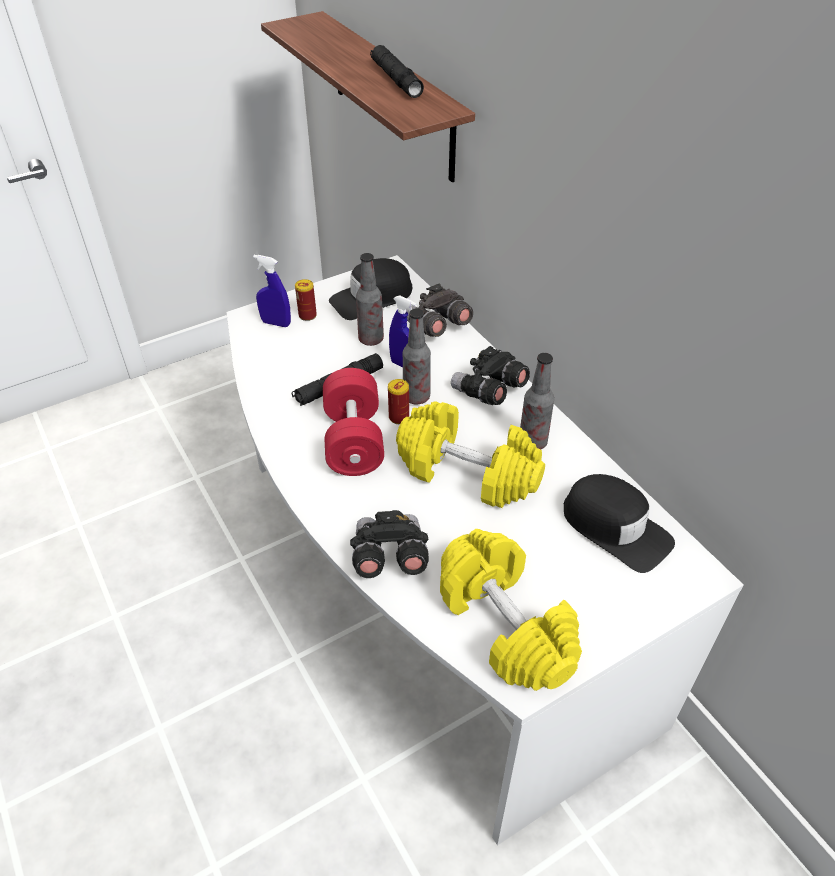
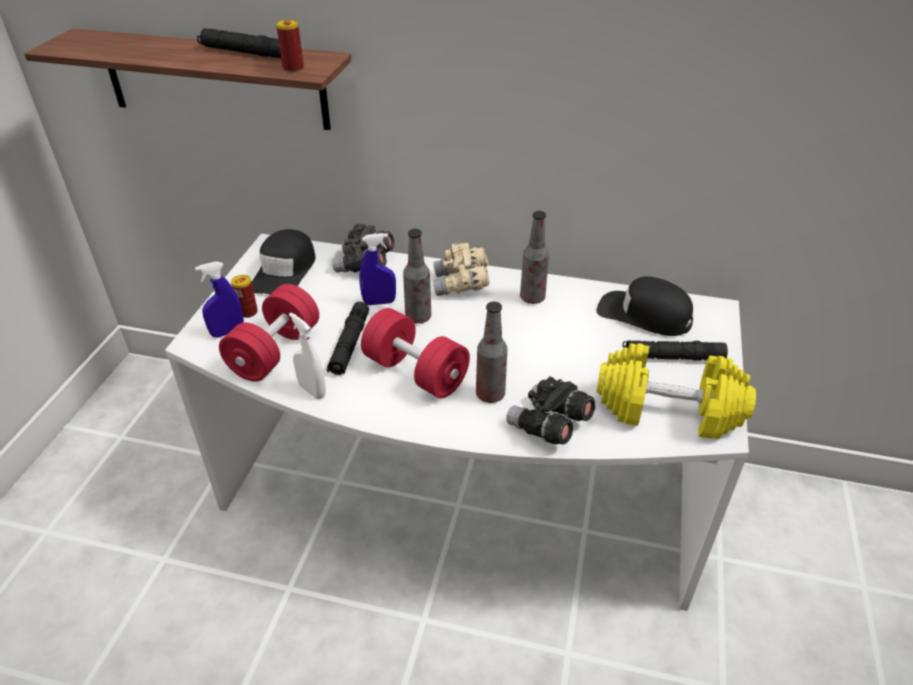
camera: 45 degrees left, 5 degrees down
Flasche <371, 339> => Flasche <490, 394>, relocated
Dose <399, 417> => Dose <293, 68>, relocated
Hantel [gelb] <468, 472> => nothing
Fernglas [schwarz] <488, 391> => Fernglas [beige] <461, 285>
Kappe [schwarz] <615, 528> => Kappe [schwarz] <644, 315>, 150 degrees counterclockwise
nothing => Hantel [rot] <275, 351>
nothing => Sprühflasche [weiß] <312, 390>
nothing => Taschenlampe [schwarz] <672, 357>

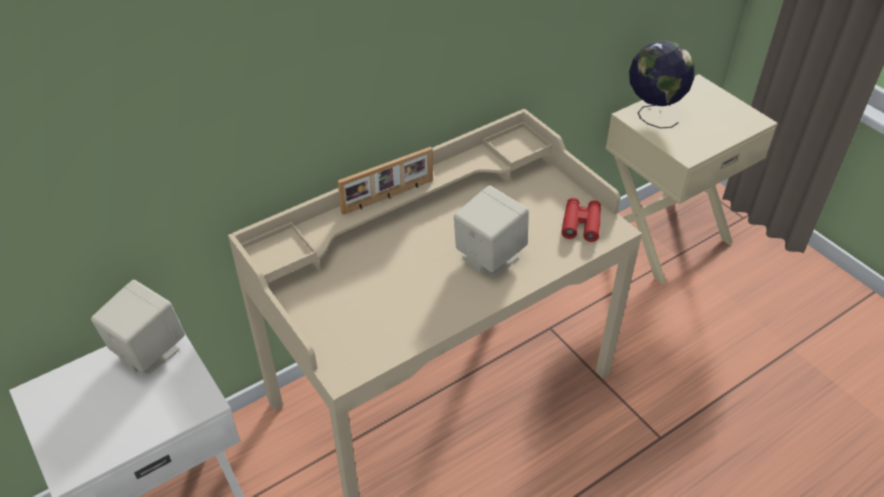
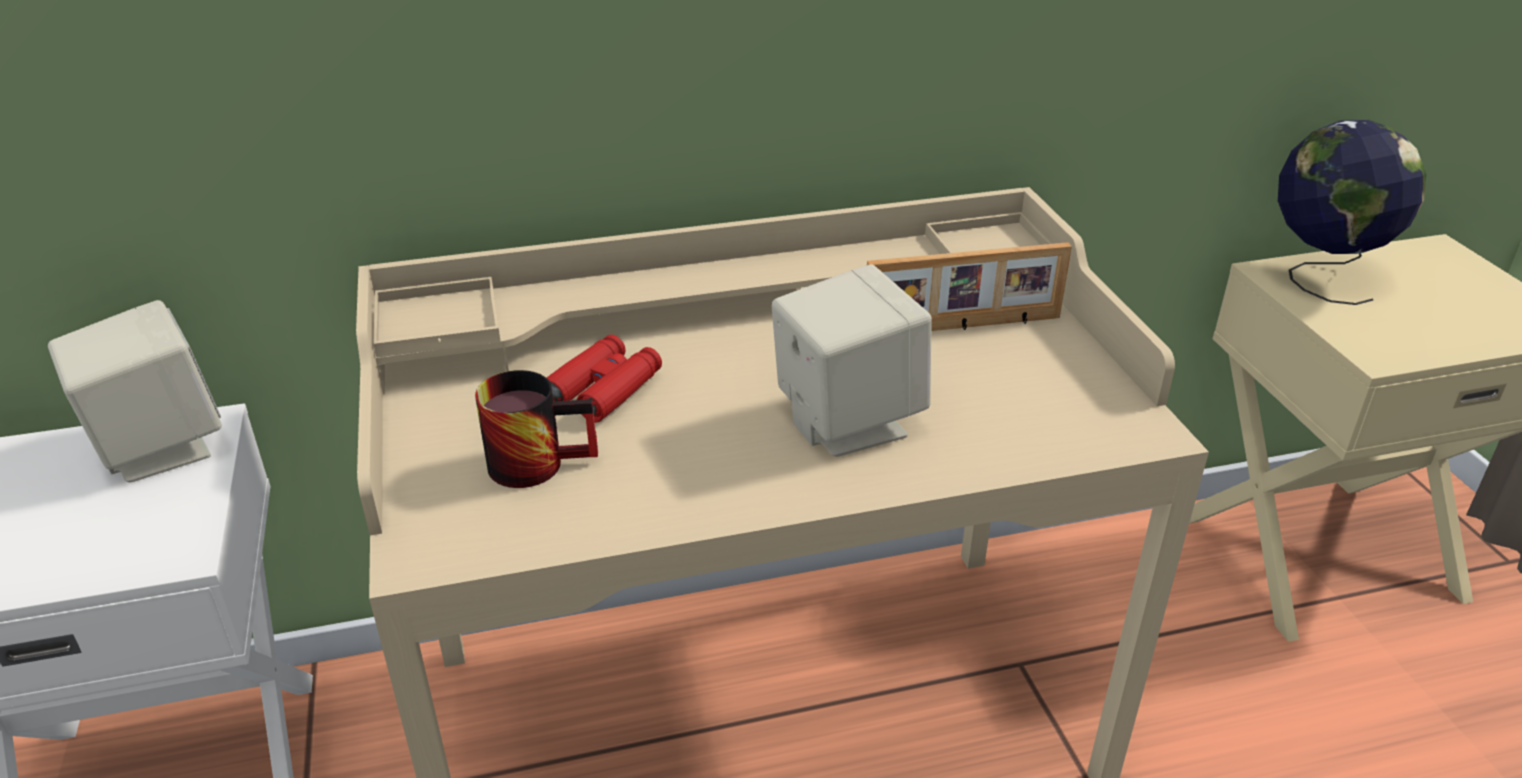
camera: 20 degrees right, 10 degrees down
Bilderrahmen <388, 197> => Bilderrahmen <963, 327>, relocated
Fernglas [rot] <581, 224> => Fernglas [rot] <604, 389>, relocated
nothing => Henkelbecher <539, 460>

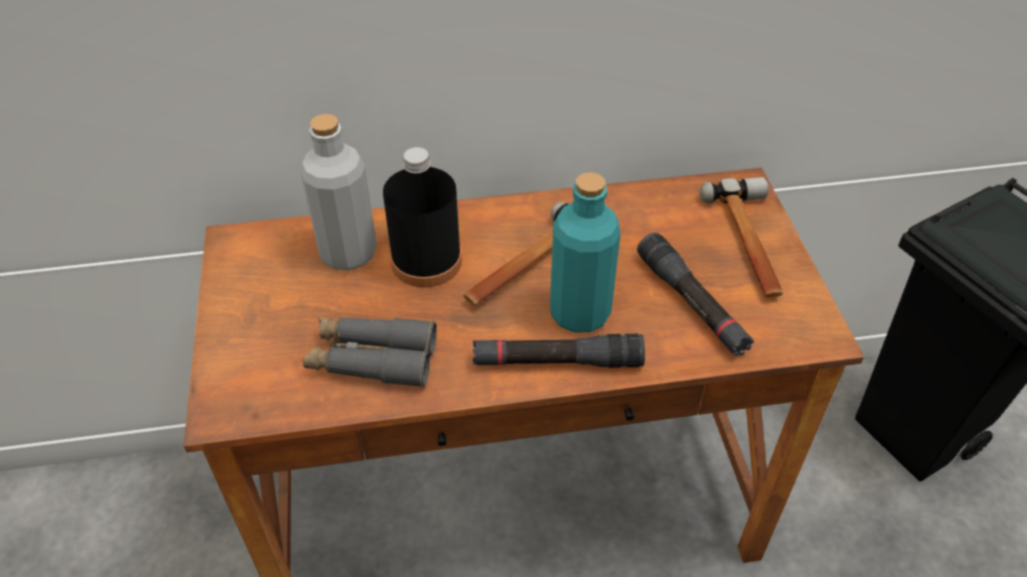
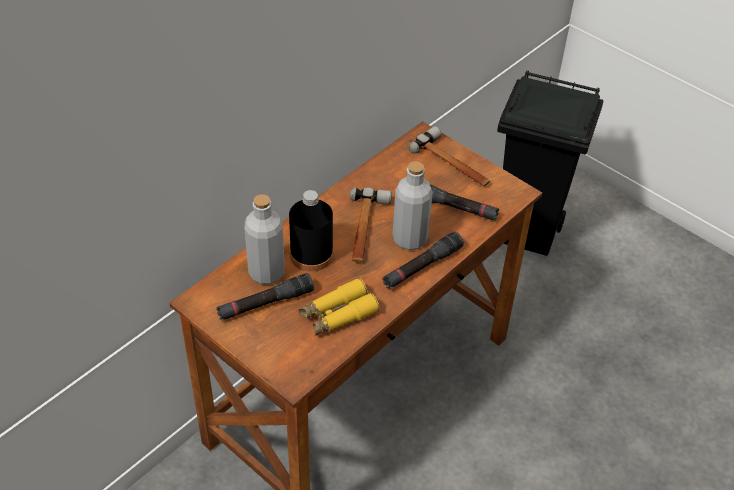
camera: 40 degrees left, 0 degrees up
Fernglas [grau] <372, 359> => Fernglas [gelb] <338, 314>
Flasche [türkis] <579, 313> => Flasche [grau] <409, 239>
nothing => Taschenlampe [schwarz] <265, 303>

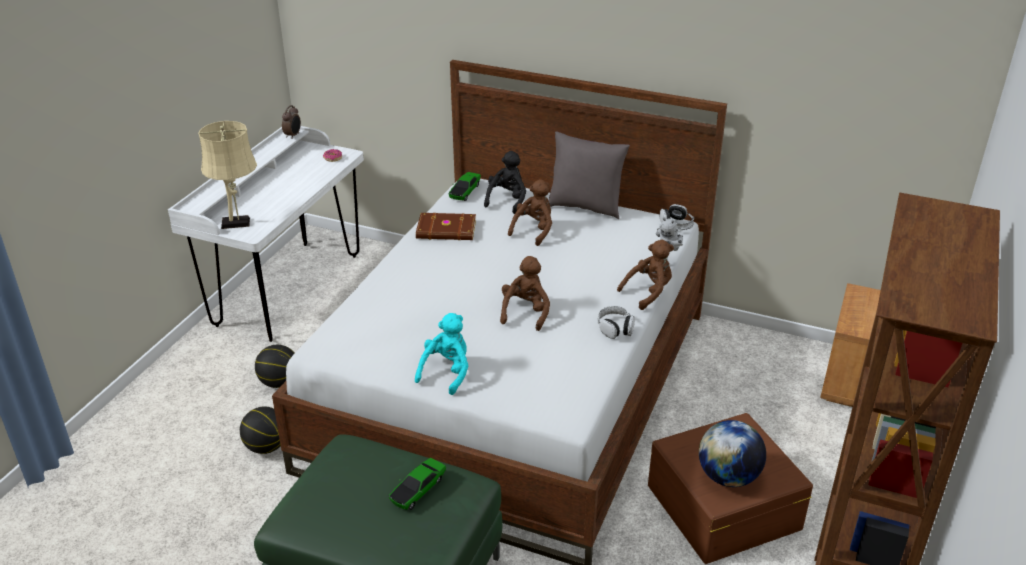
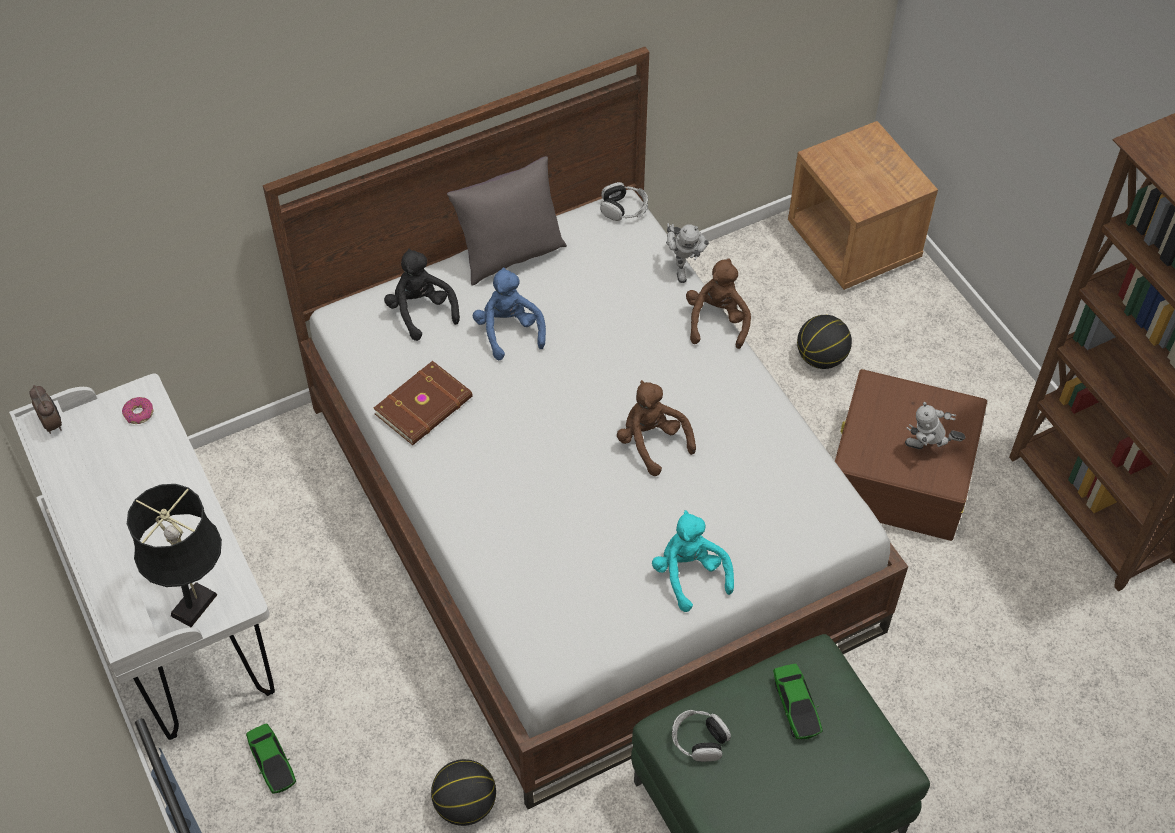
camera: 50 degrees left, 20 degrees up
Tischlampe [beige] <238, 223> => Tischlampe [schwarz] <197, 601>
Basketball <279, 382> => Basketball <820, 358>, relocated
Spielzeugauto <465, 191> => Spielzeugauto <272, 763>, relocated
Plüschtier [braun] <534, 230> => Plüschtier [blau] <509, 331>
Kopfhörer <615, 328> => Kopfhörer <699, 740>, relocated
Globus <728, 477> => Spielzeugroboter <928, 450>

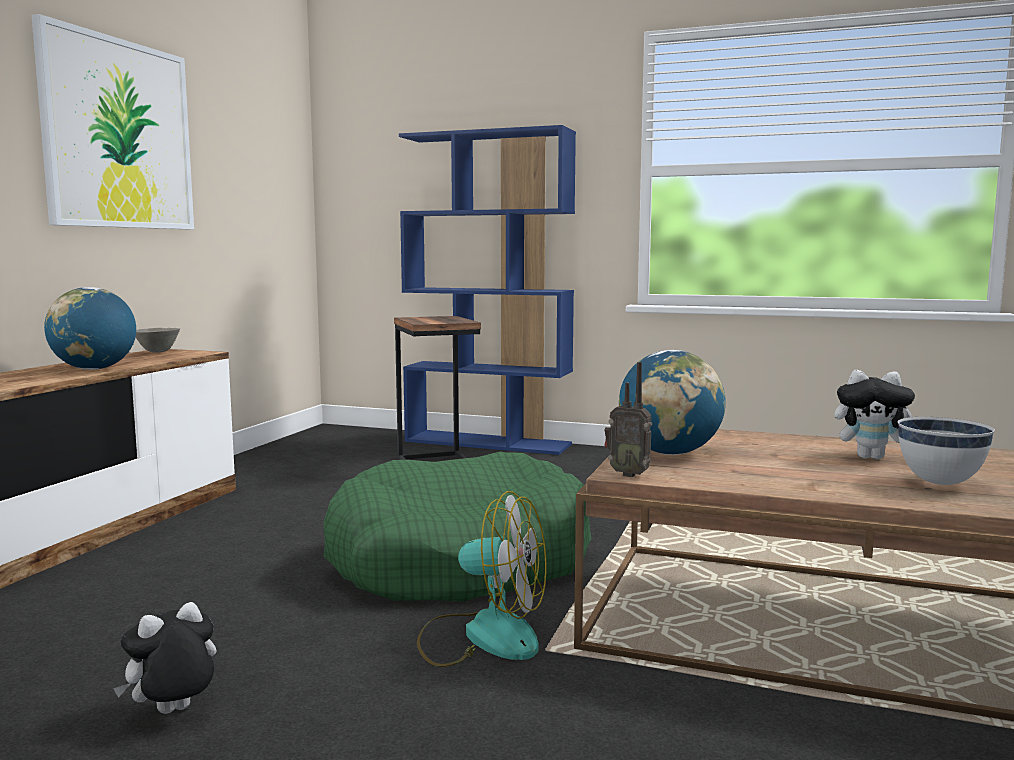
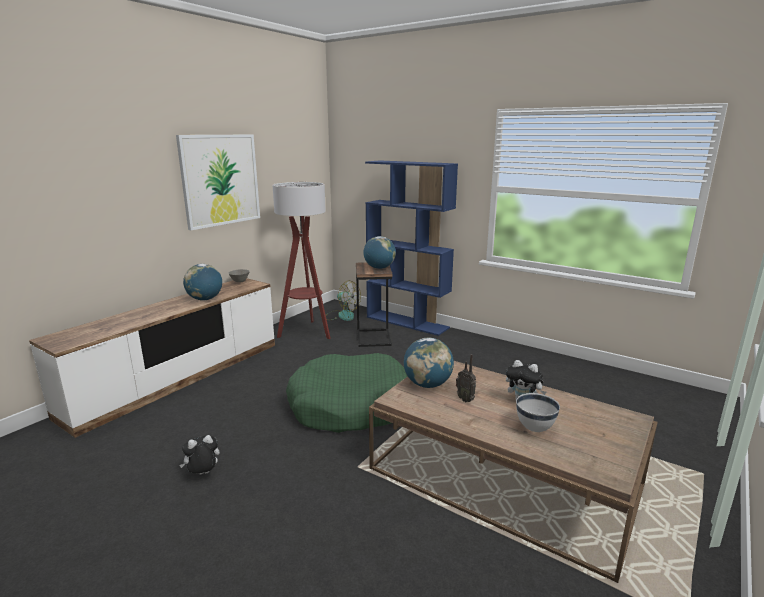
camera: 15 degrees right, 10 degrees up
Ventilator <482, 636> => Ventilator <342, 315>, relocated
Radio <628, 474> => Radio <465, 399>, relocated
nothing => Stehlampe <306, 332>
nothing => Globus <379, 268>

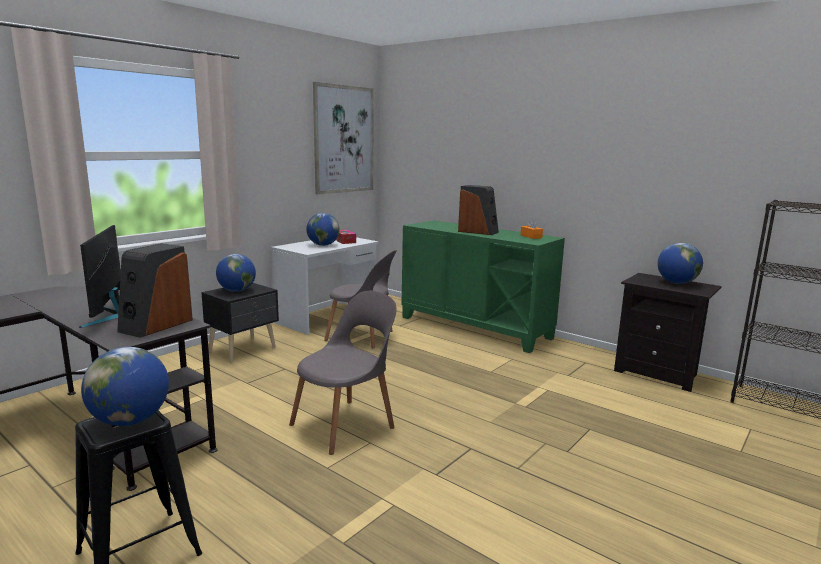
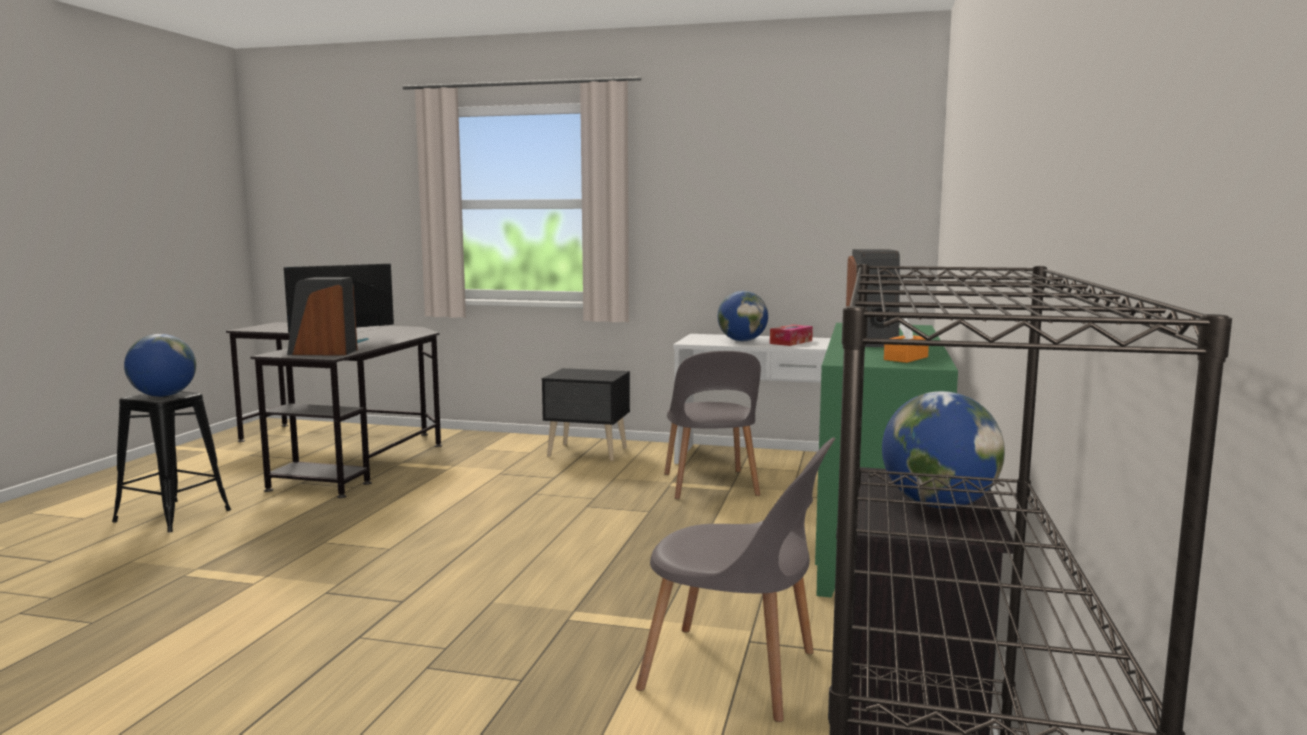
camera: 65 degrees right, 5 degrees down
Globus <237, 291> => nothing
Stuhl [grau] <346, 424> => Stuhl [grau] <737, 673>, relocated
Bild <344, 139> => nothing

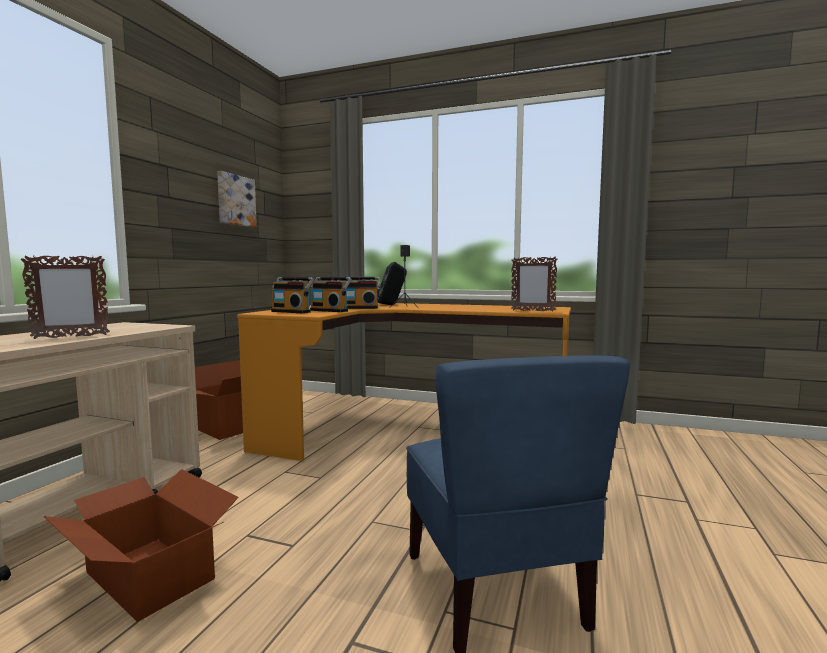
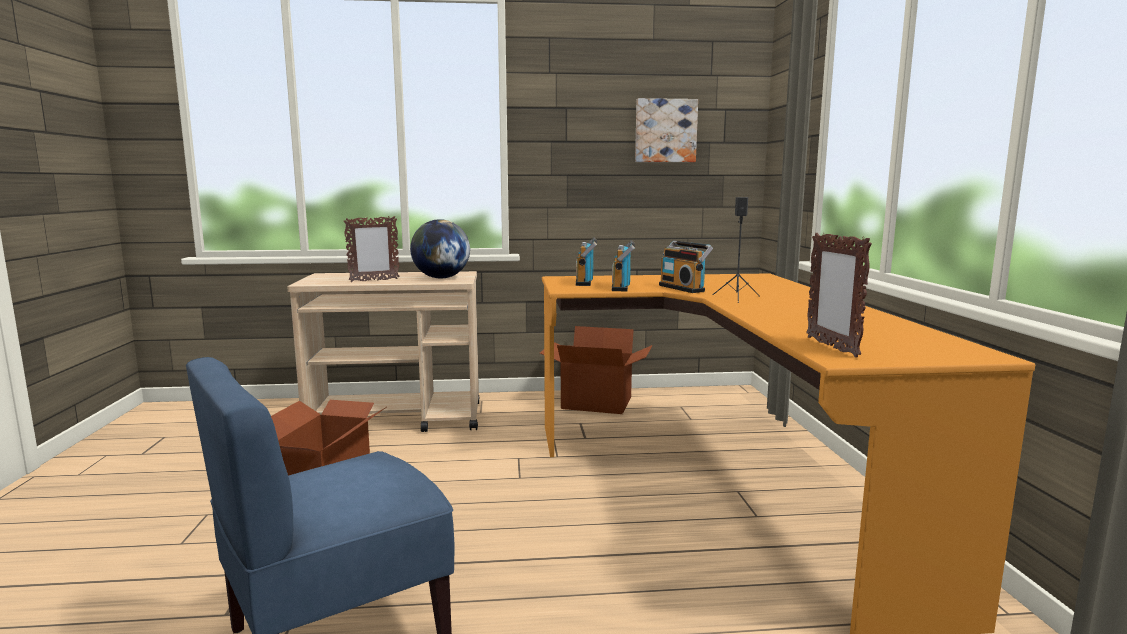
camera: 65 degrees right, 5 degrees up
Bilderrahmen <71, 337> => Bilderrahmen <374, 280>, 60 degrees counterclockwise
Lautsprecher [schwarz] <392, 305> => nothing
nothing => Globus <441, 278>

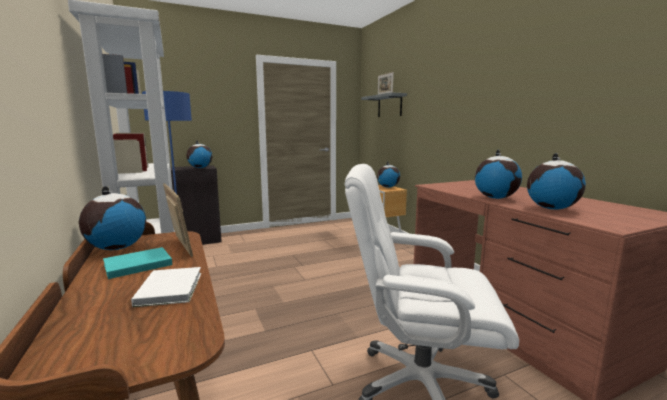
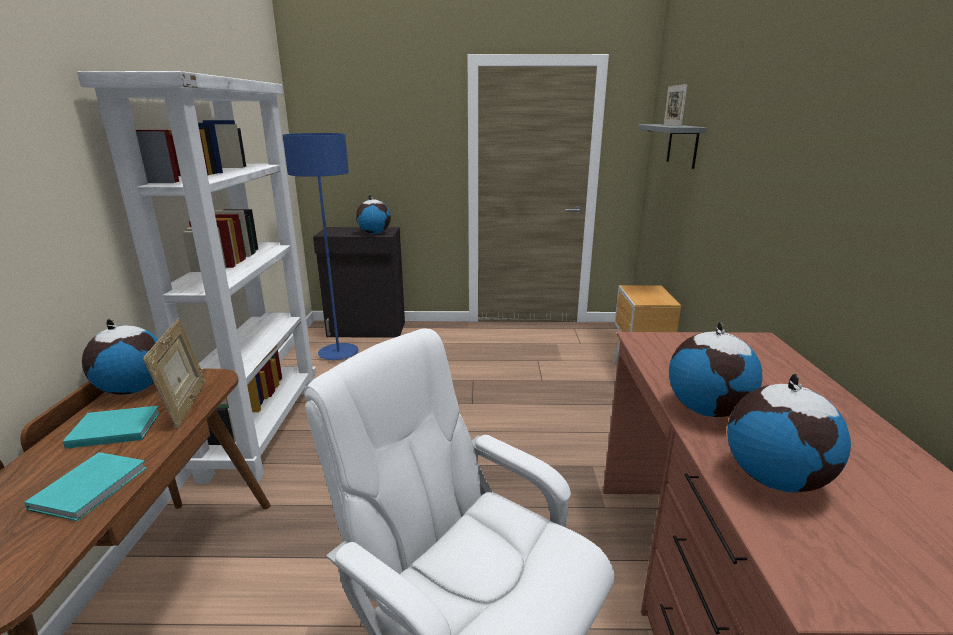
camera: 25 degrees right, 10 degrees up
Buch [weiß] <171, 288> => Buch [türkis] <93, 486>
Globus <388, 187> => nothing

